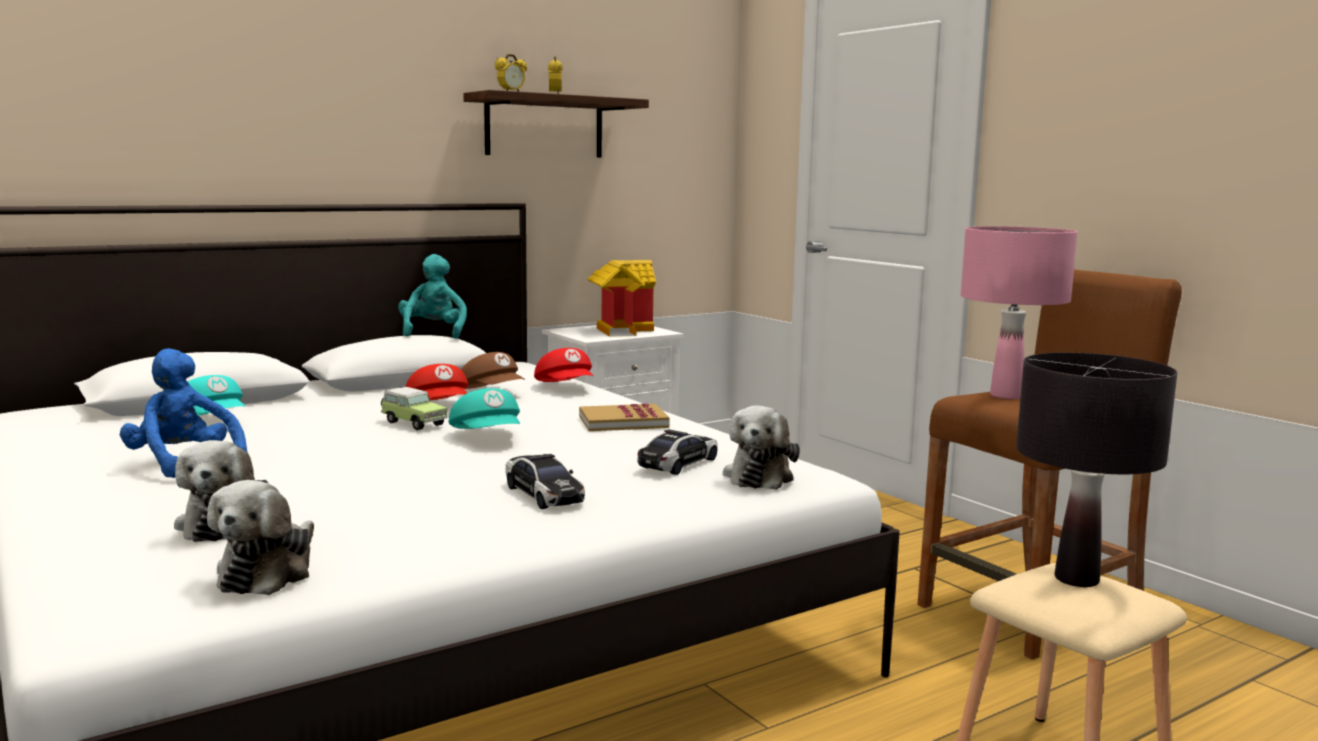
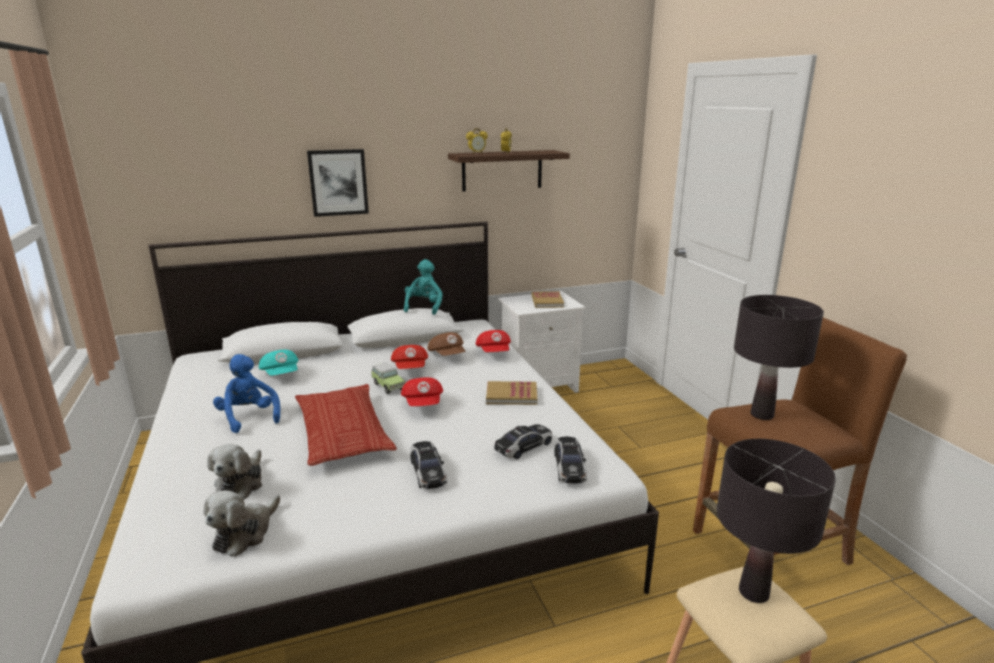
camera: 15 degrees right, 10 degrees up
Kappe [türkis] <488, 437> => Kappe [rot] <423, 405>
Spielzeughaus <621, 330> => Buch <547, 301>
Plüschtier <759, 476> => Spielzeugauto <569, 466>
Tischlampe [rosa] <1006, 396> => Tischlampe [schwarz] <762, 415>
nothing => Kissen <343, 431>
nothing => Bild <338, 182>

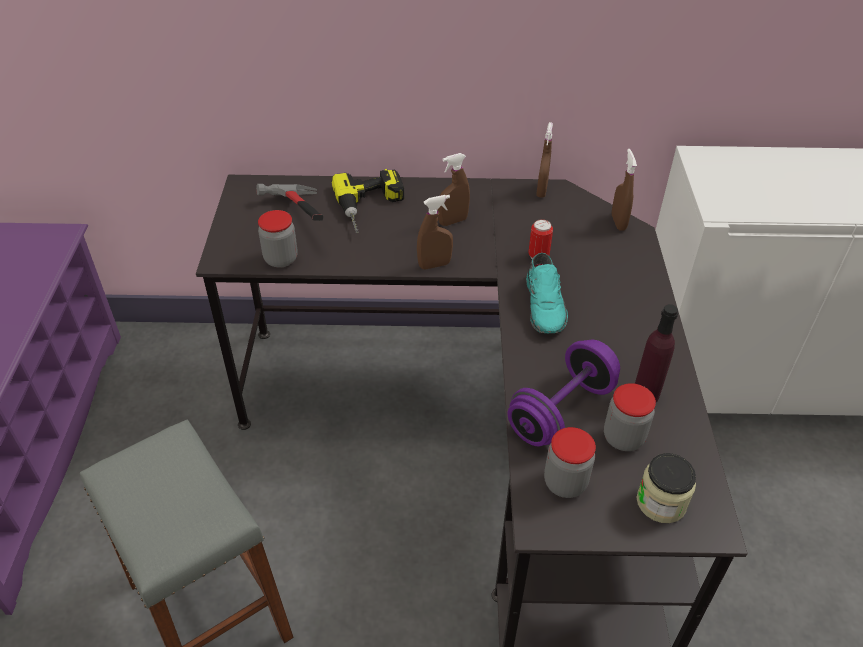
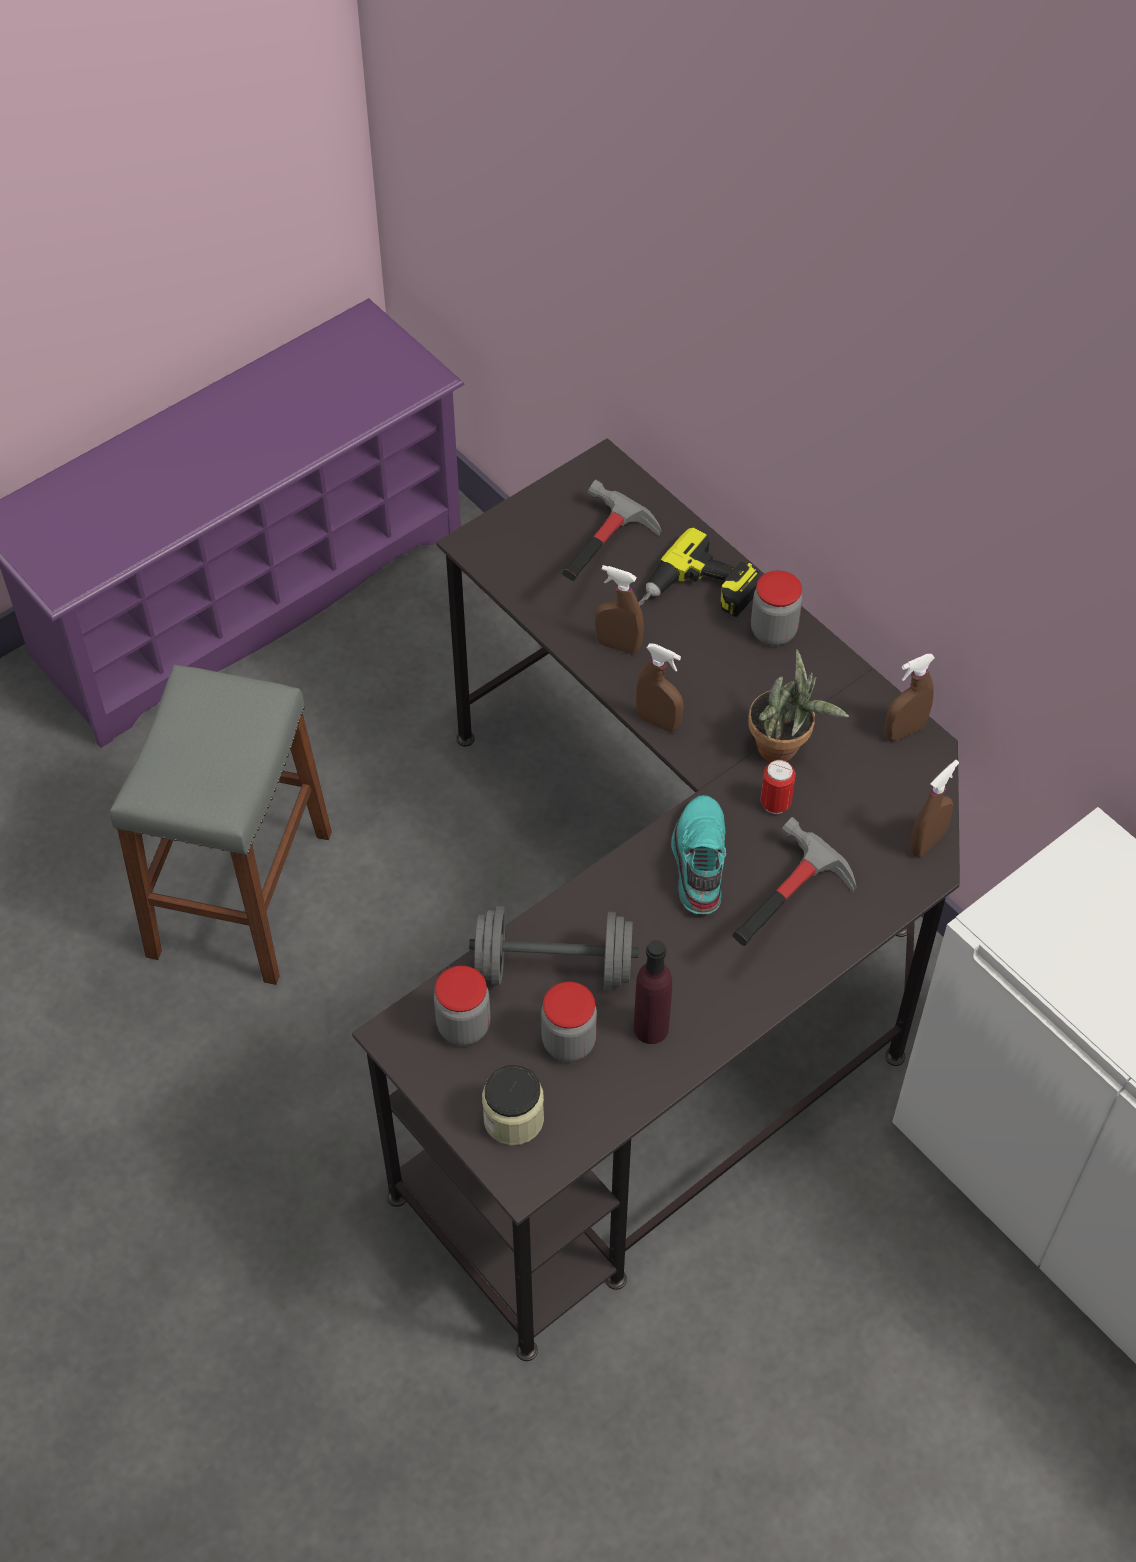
camera: 50 degrees right, 10 degrees up
Vorratsglas <281, 259> => Vorratsglas <773, 631>, relocated
Sprühflasche [braun] <453, 221> => Sprühflasche [braun] <618, 645>, relocated
Hantel [lila] <561, 411> => Hantel [grau] <554, 968>
Schuh [türkis] <545, 305> => Schuh [türkis] <698, 861>, 135 degrees clockwise
nothing => Hammer <782, 901>
nothing => Topfpflanze <784, 748>

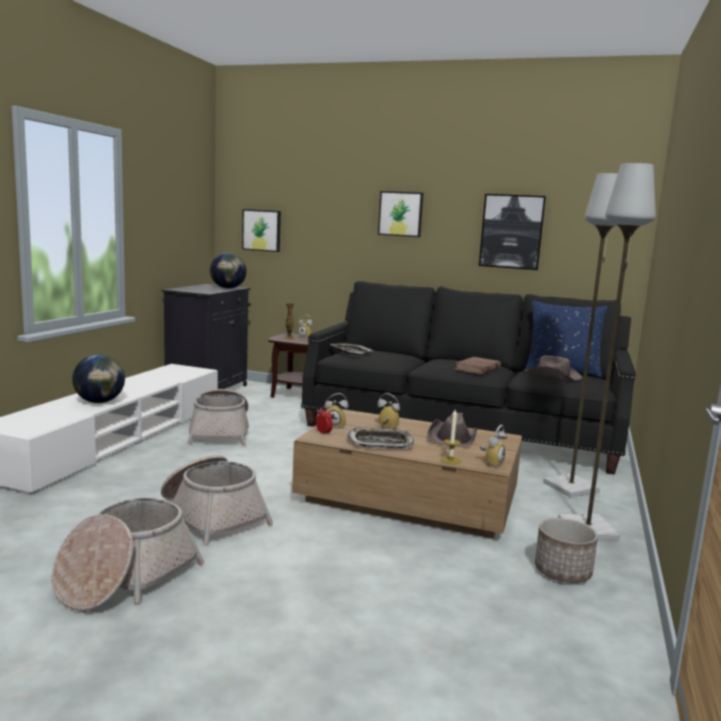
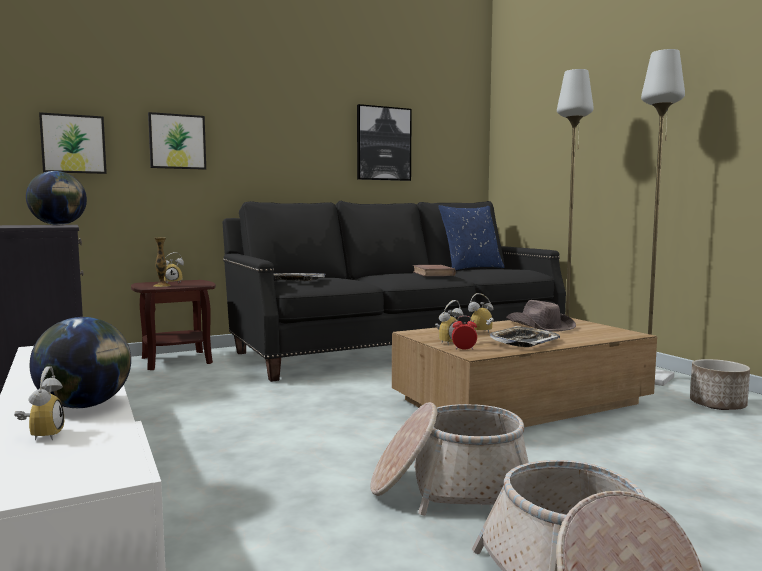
camera: 45 degrees left, 5 degrees down
Korb <220, 432> => nothing
Bild <400, 214> => Bild <177, 141>, relocated
Kerze <450, 460> => nothing
Wecker <491, 463> => Wecker <42, 435>, relocated
Hut [braun] <553, 376> => nothing

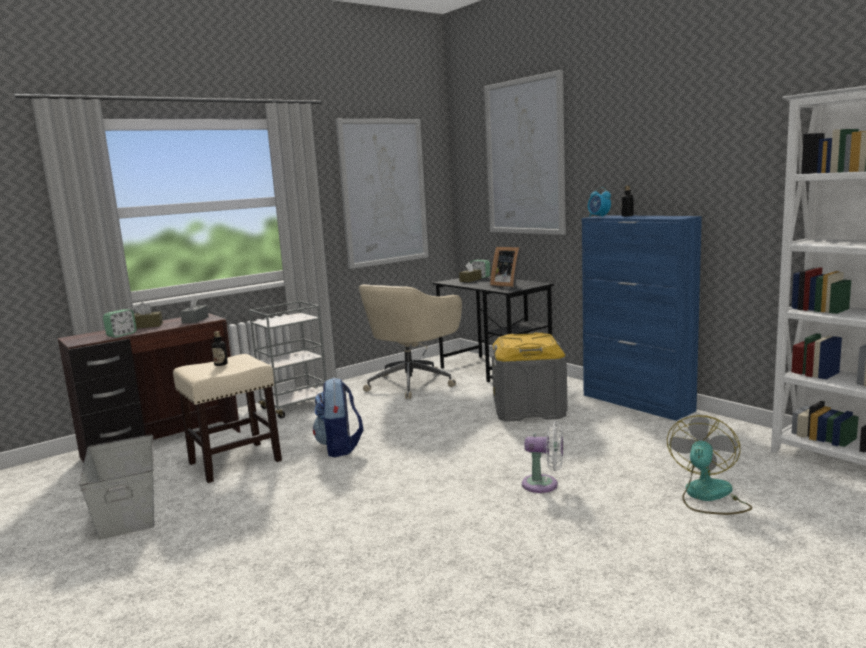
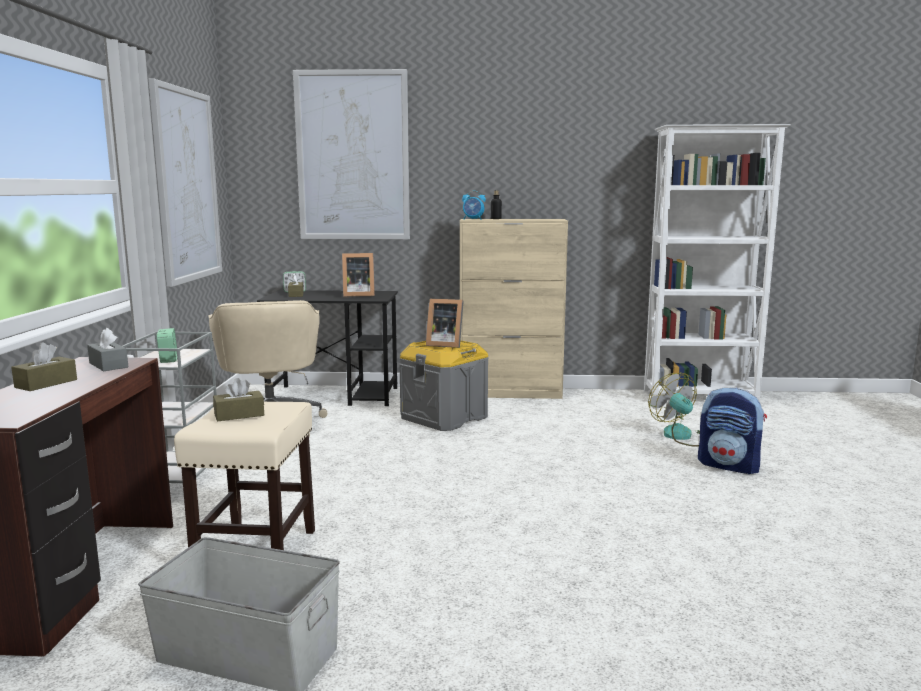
camera: 50 degrees left, 0 degrees up
Wecker <121, 335> => Wecker <168, 360>, relocated
Flasche <221, 364> => Taschentuchbox [braun] <239, 415>
Rucksack <340, 447> => Rucksack <729, 466>, relocated
Ventilator [weiß] <544, 484> => nothing
Schrank [blau] <637, 403> => Schrank [beige] <511, 393>
nothing => Bilderrahmen <444, 344>

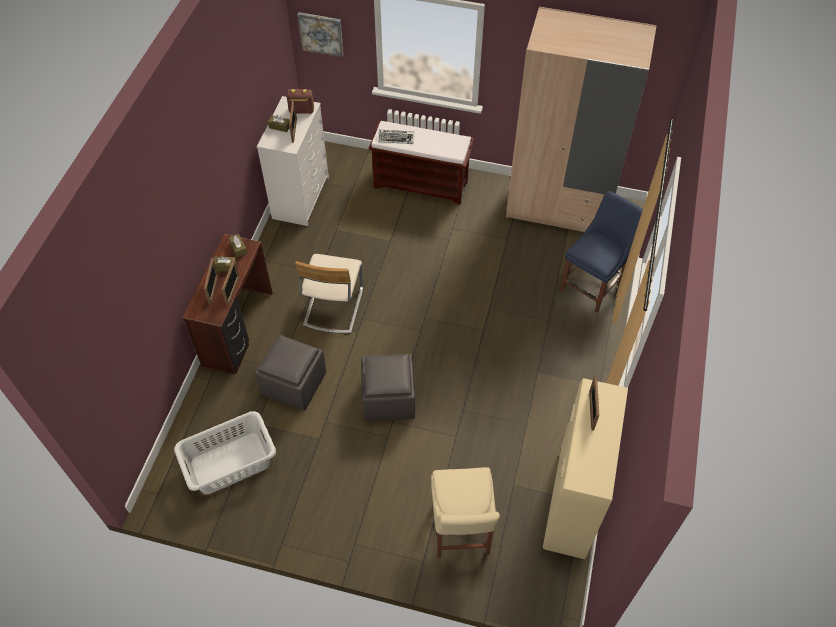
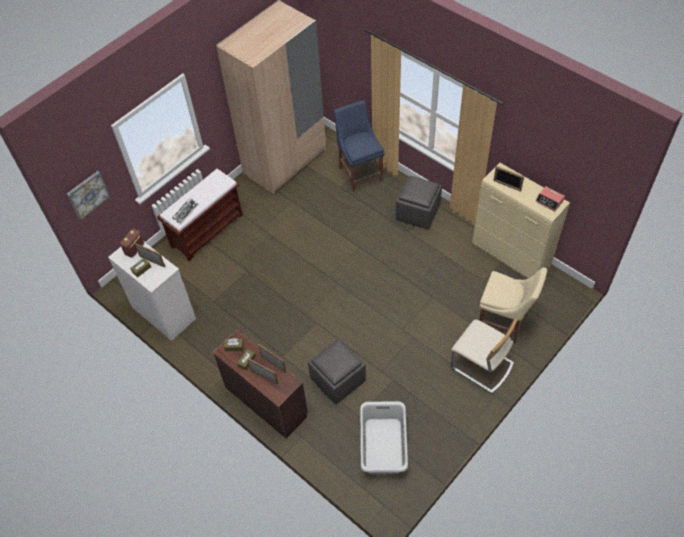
camera: 60 degrees left, 0 degrees up
Stuhl [beige] <333, 307> => Stuhl [beige] <481, 366>, relocated
Polsterhocker [grau] <389, 399> => Polsterhocker [grau] <418, 212>, relocated
nothing => Wecker <549, 201>

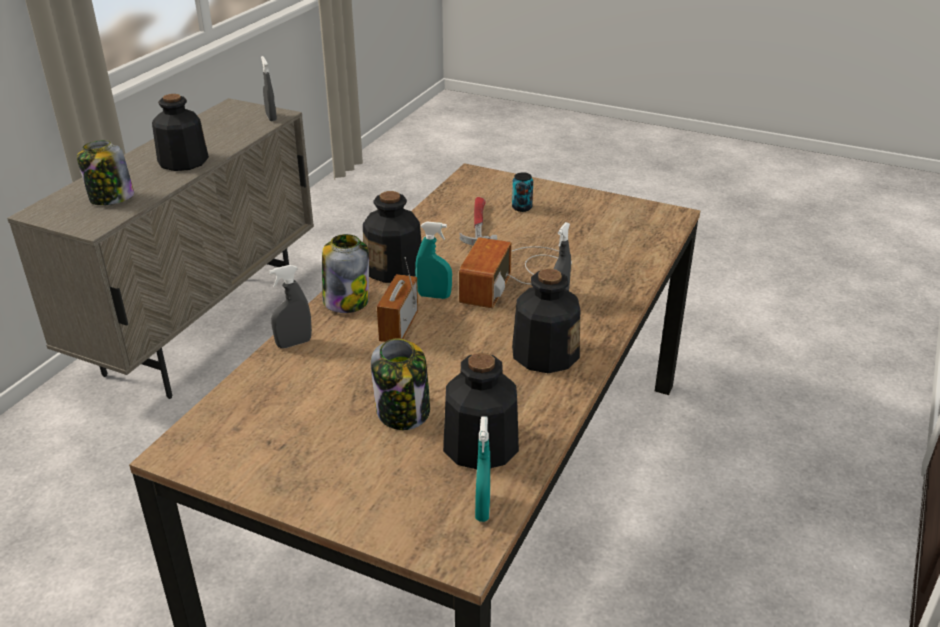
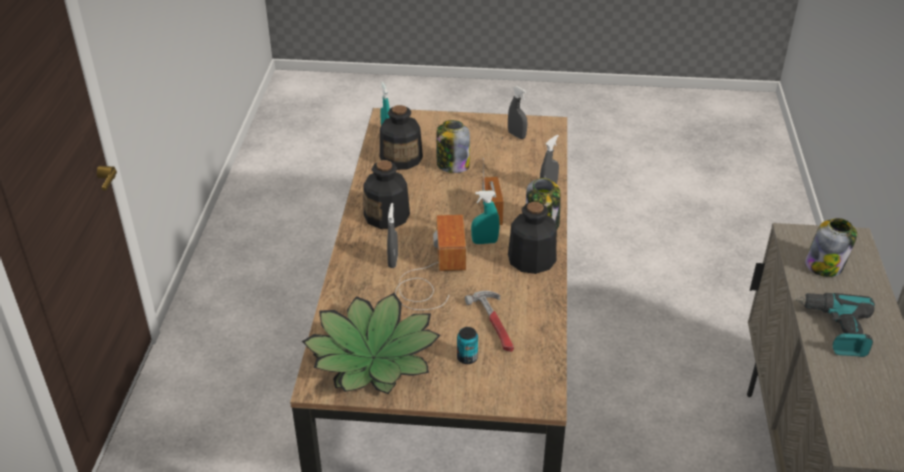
camera: 160 degrees right, 5 degrees up
Flasche <182, 161> => Bohrmaschine <836, 330>
Sprühflasche [grau] <271, 117> => Sprühflasche [grau] <516, 135>, relocated
nothing => Topfpflanze <373, 358>

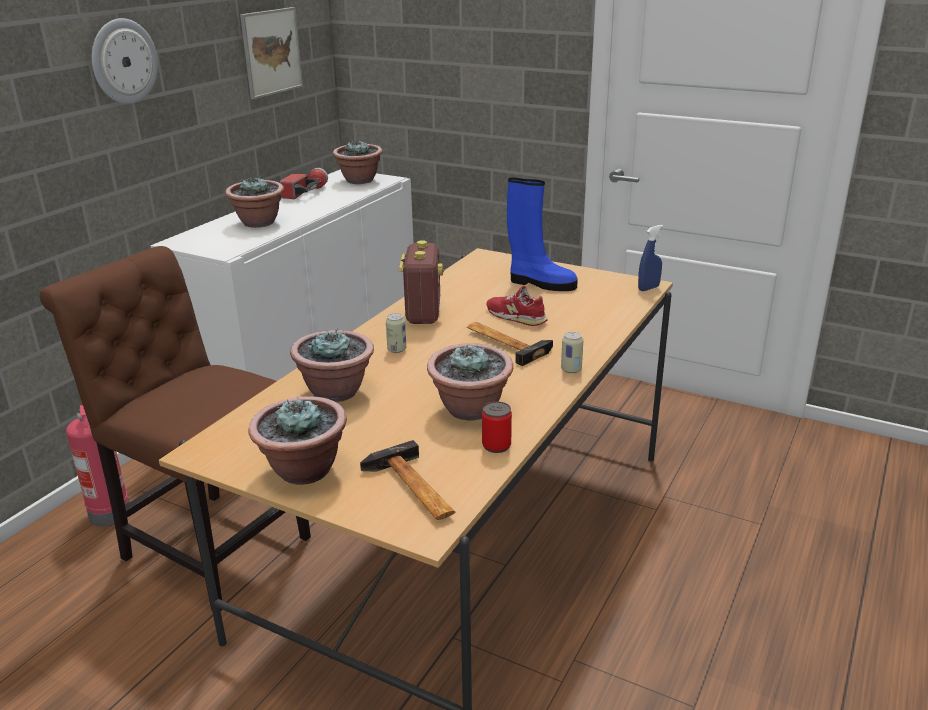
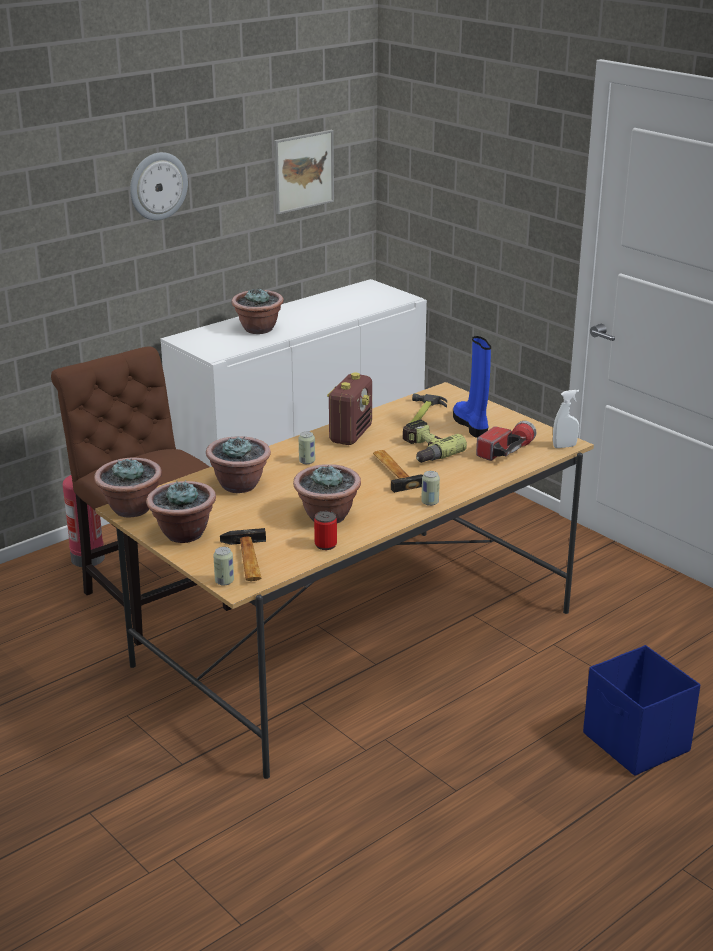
camera: 20 degrees right, 0 degrees up
Taschenlampe <305, 192> => Taschenlampe <506, 450>, relocated
Topfpflanze <359, 180> => Topfpflanze <131, 509>, relocated
Schuh [rot] <516, 316> => Bohrmaschine <424, 451>
Stiefel [blau] <540, 283> => Stiefel [blau] <472, 425>, 150 degrees counterclockwise
Sprühflasche [blau] <648, 288> => Sprühflasche [weiß] <564, 446>
nothing => Dose <224, 581>
nothing => Hammer <421, 415>
nothing => Aufbewahrungsbox [blau] <636, 743>

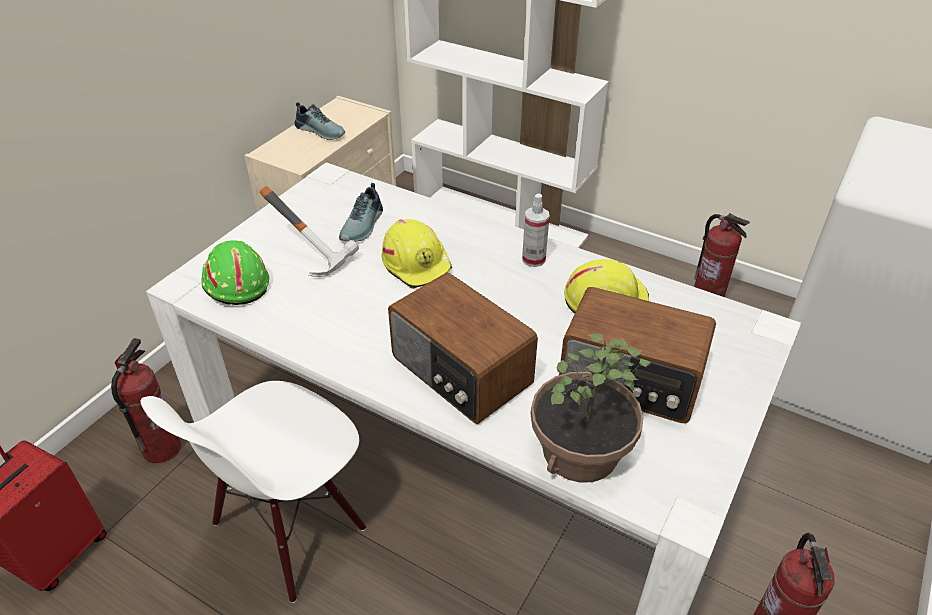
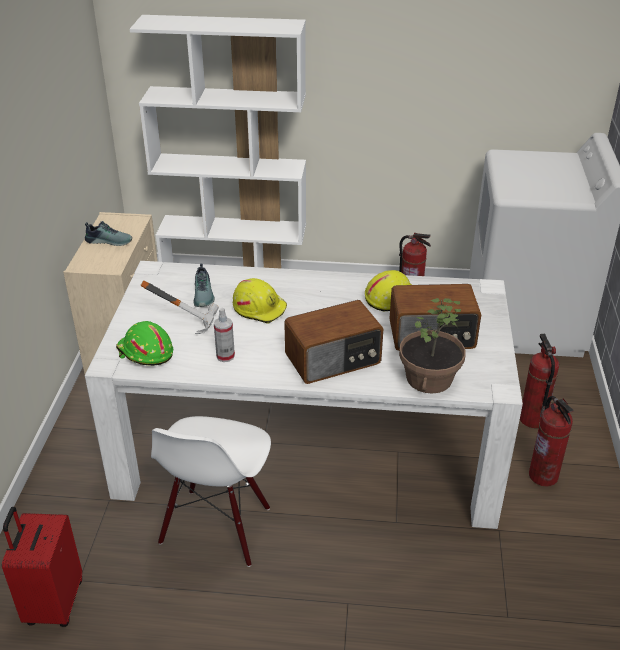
camera: 25 degrees left, 5 degrees down
Feuerlöscher <161, 448> => Feuerlöscher <532, 419>, relocated
Radio <460, 372> => Radio <334, 360>, 45 degrees counterclockwise
Sprühflasche <533, 259> => Sprühflasche <225, 356>, relocated

